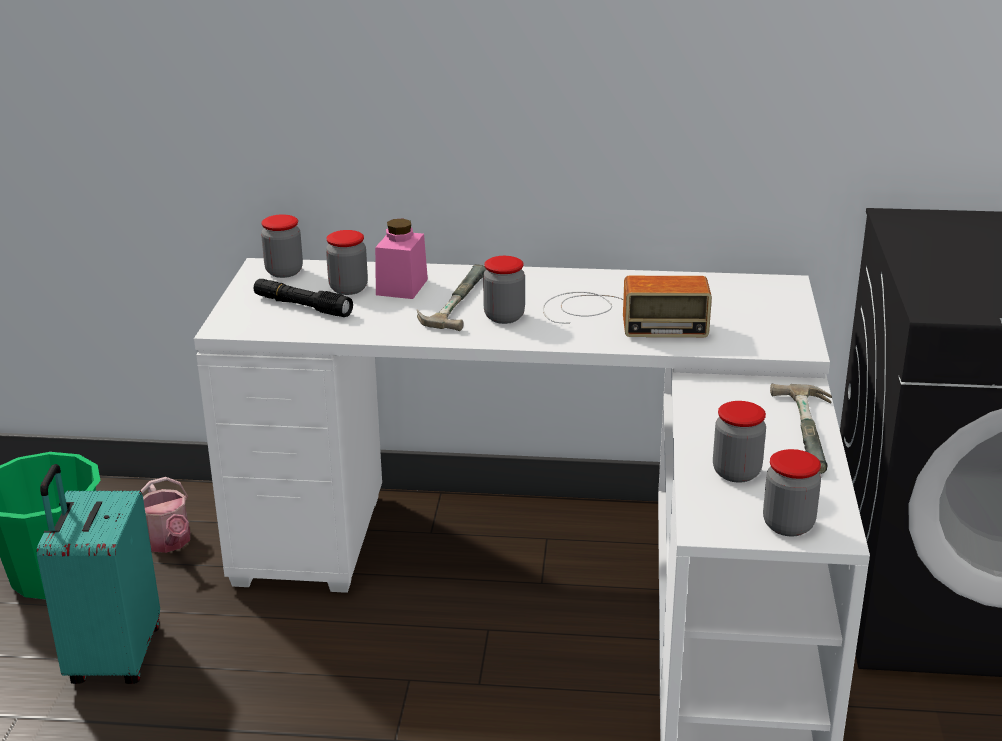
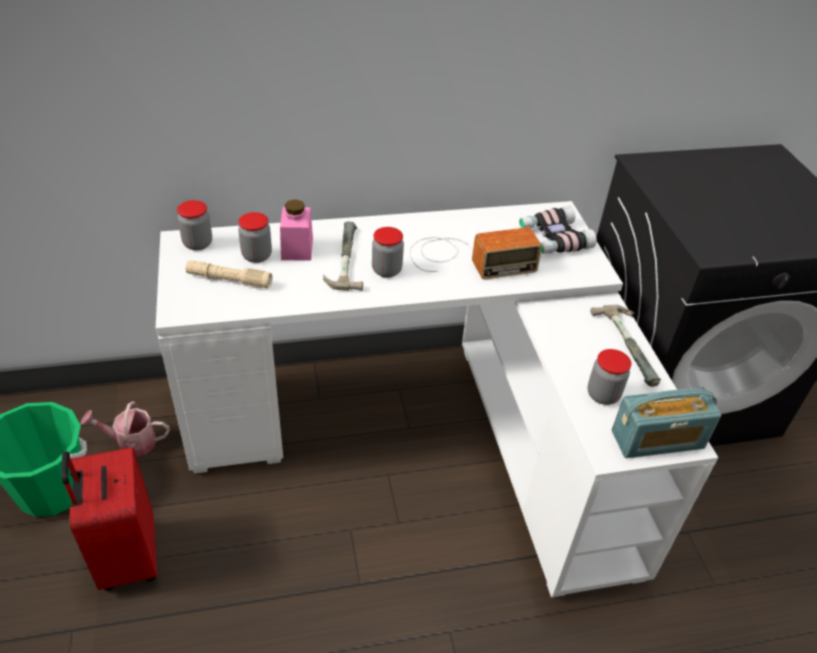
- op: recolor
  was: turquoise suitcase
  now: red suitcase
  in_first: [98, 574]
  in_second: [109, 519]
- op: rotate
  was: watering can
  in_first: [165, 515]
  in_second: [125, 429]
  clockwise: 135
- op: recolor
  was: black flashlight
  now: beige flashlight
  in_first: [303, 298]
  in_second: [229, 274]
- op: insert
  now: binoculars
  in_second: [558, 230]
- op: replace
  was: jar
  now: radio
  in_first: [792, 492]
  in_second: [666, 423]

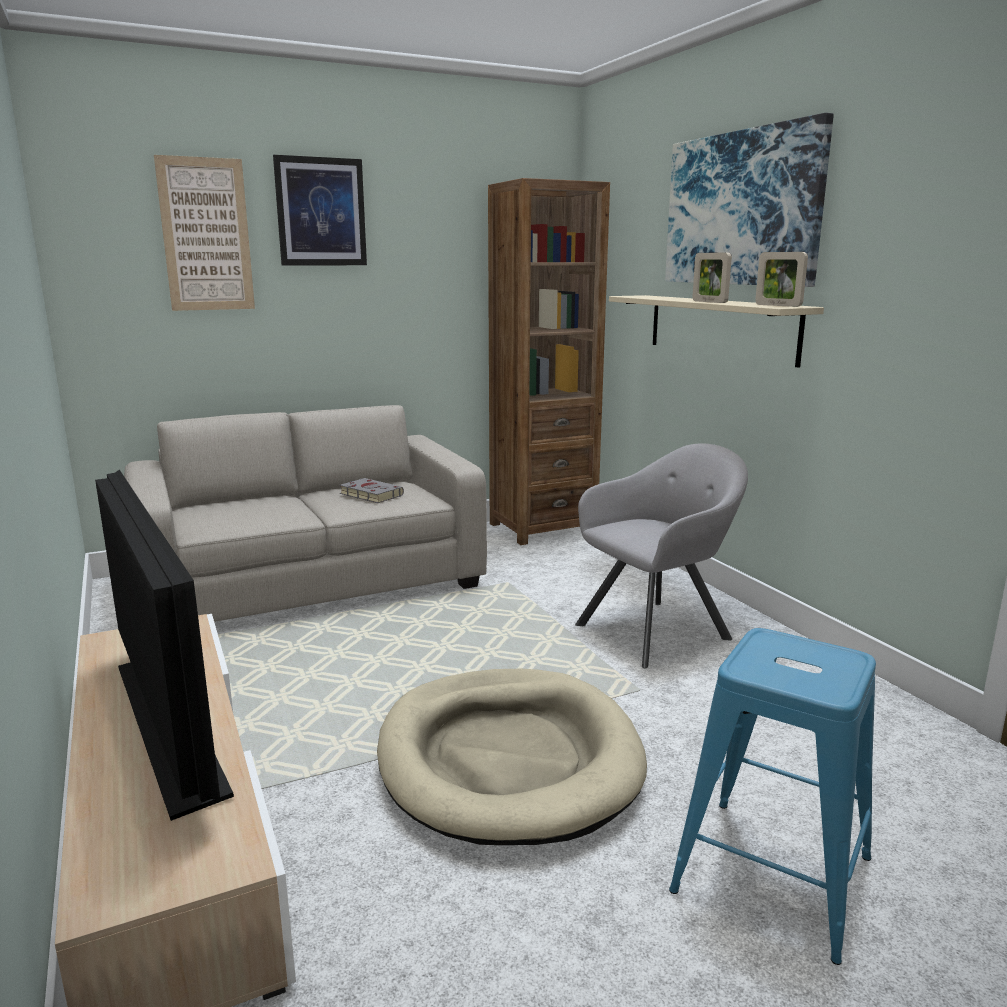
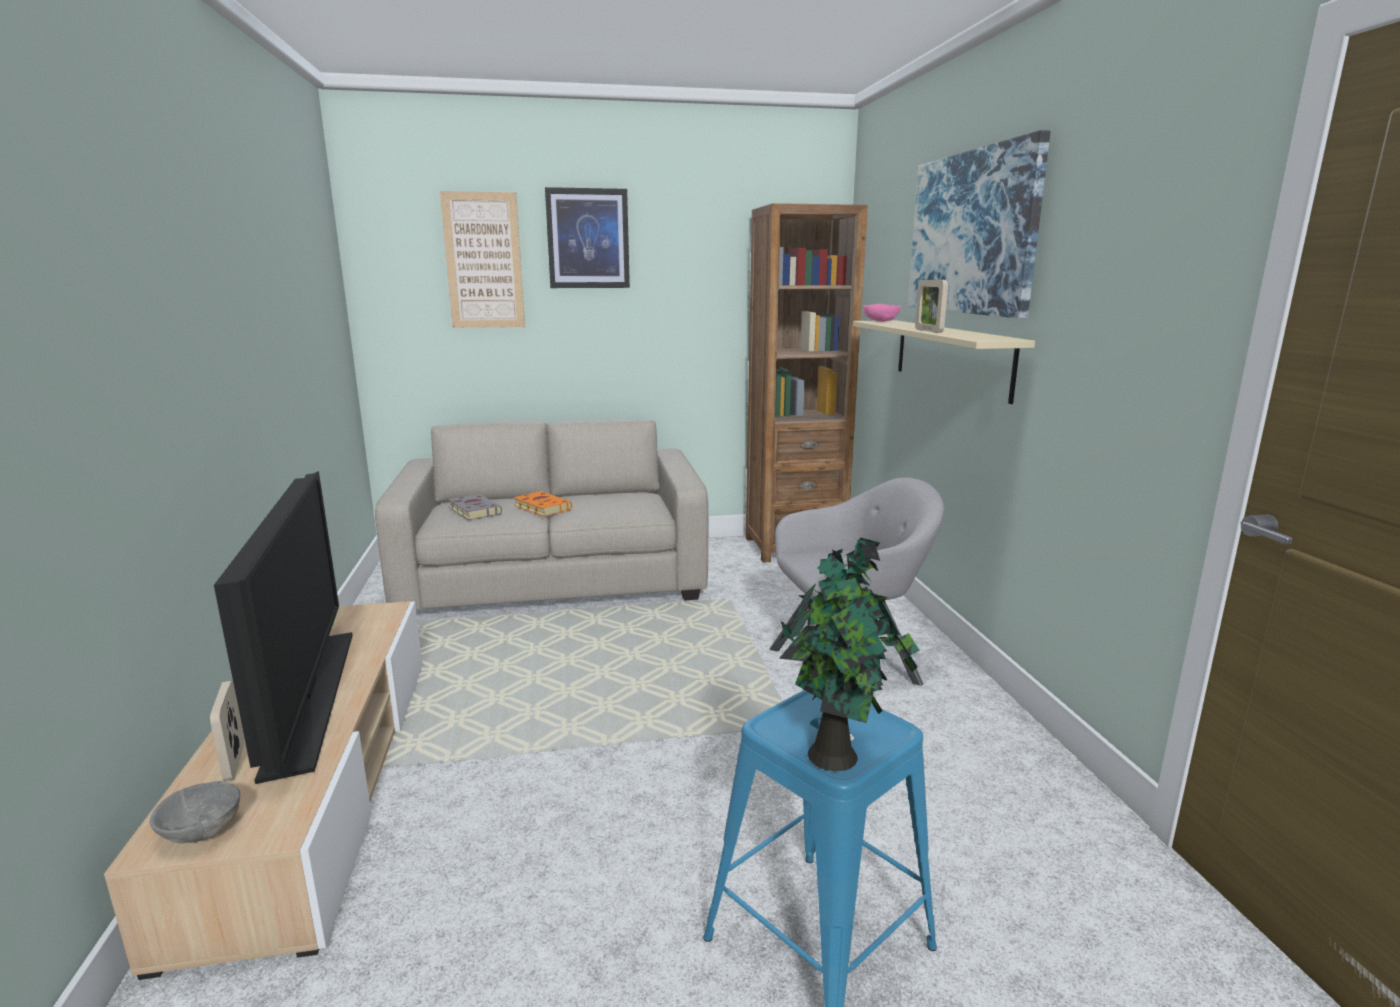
- op: insert
  now: grey bowl
  in_second: [195, 812]
- op: move
  was: picture frame
  in_first: [781, 279]
  in_second: [227, 730]
- op: move
  was: grey book
  in_first: [371, 490]
  in_second: [475, 507]
- op: insert
  now: orange book
  in_second: [543, 504]
- op: insert
  now: potted plant
  in_second: [849, 654]
- op: insert
  now: pink bowl
  in_second: [882, 313]
- op: delete
  was: beige dog bed
  in_first: [512, 757]

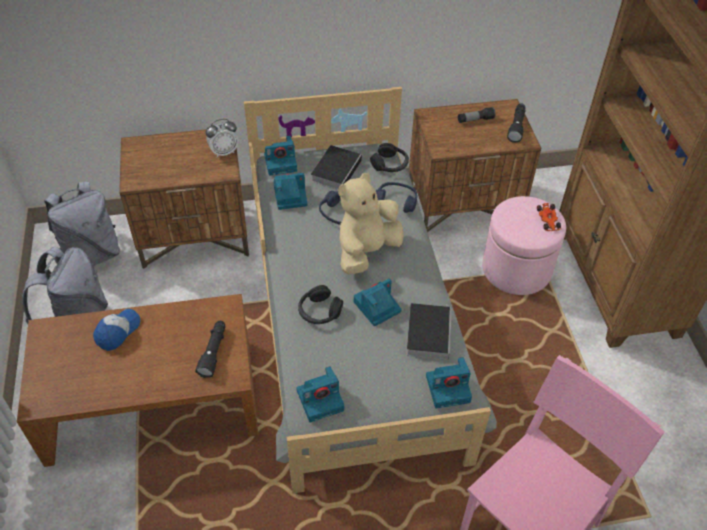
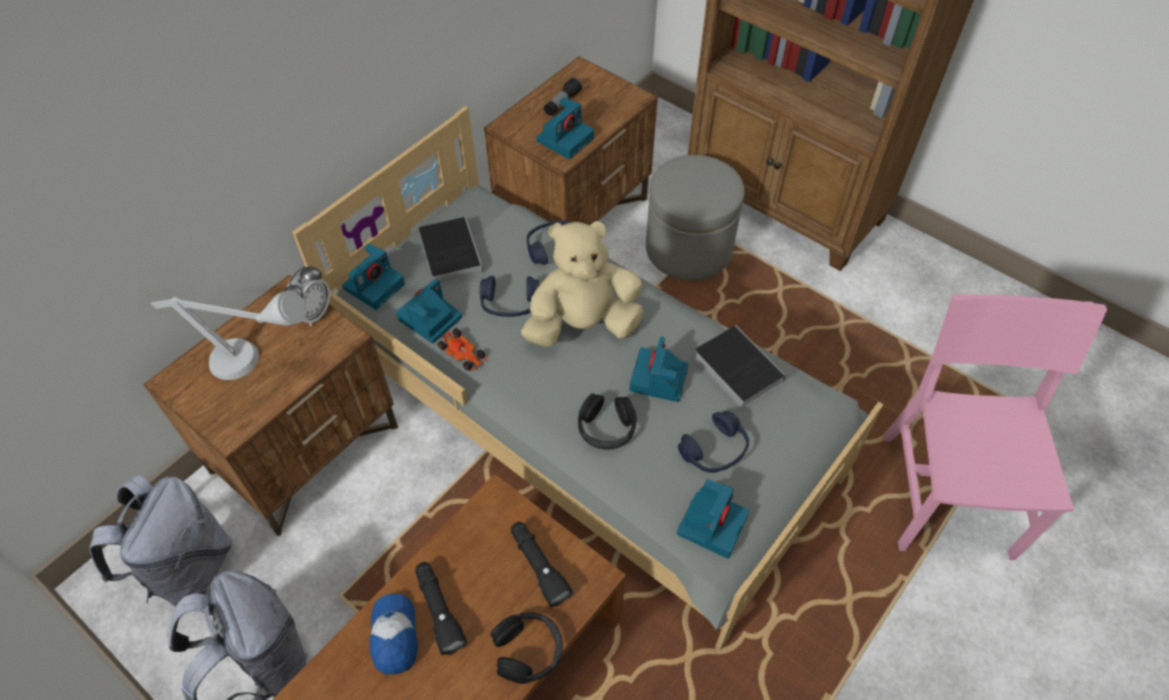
- op: insert
  now: grey table lamp
  in_second: [228, 335]
- op: move
  was: black flashlight
  in_first: [516, 122]
  in_second: [441, 608]
- op: move
  was: toy car
  in_first: [549, 217]
  in_second: [462, 350]
- op: move
  was: black headphones
  in_first: [389, 157]
  in_second: [527, 648]
- op: rotate
  was: beige plush toy
  in_first: [371, 224]
  in_second: [582, 284]
  clockwise: 75
- op: move
  was: photo camera
  in_first: [449, 382]
  in_second: [565, 128]
- op: recolor
  was: pink ottoman
  now: grey ottoman
  in_first: [524, 245]
  in_second: [695, 218]
- op: insert
  now: blue headphones
  in_second: [713, 442]

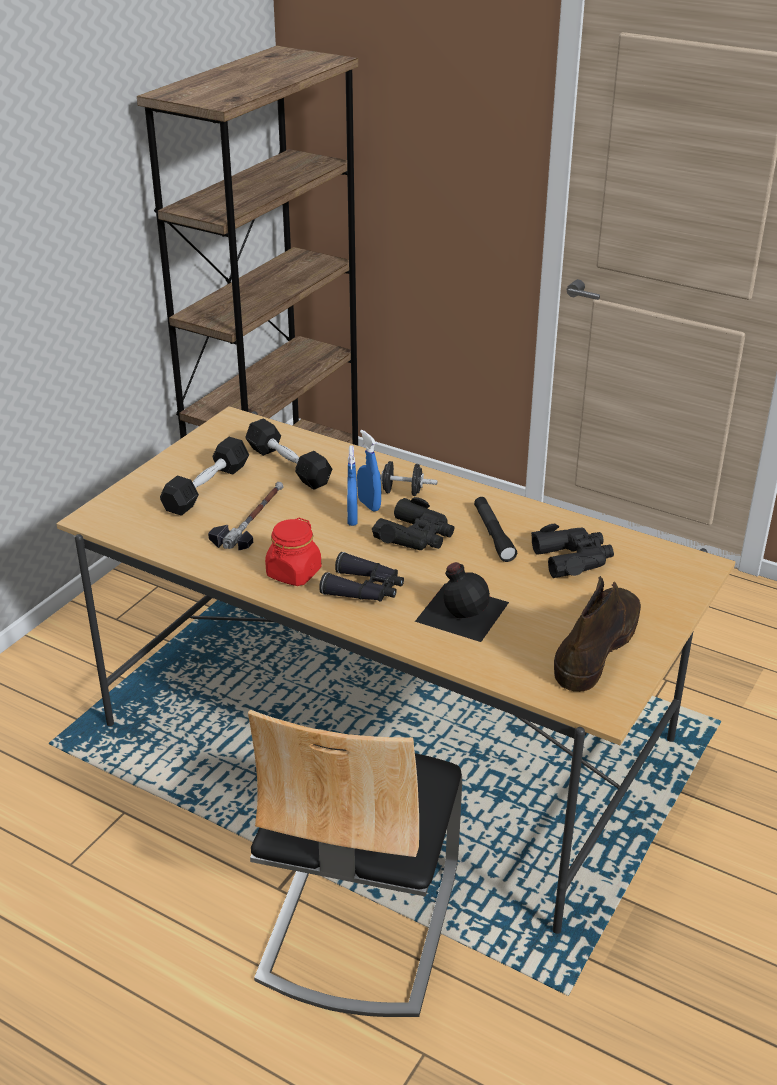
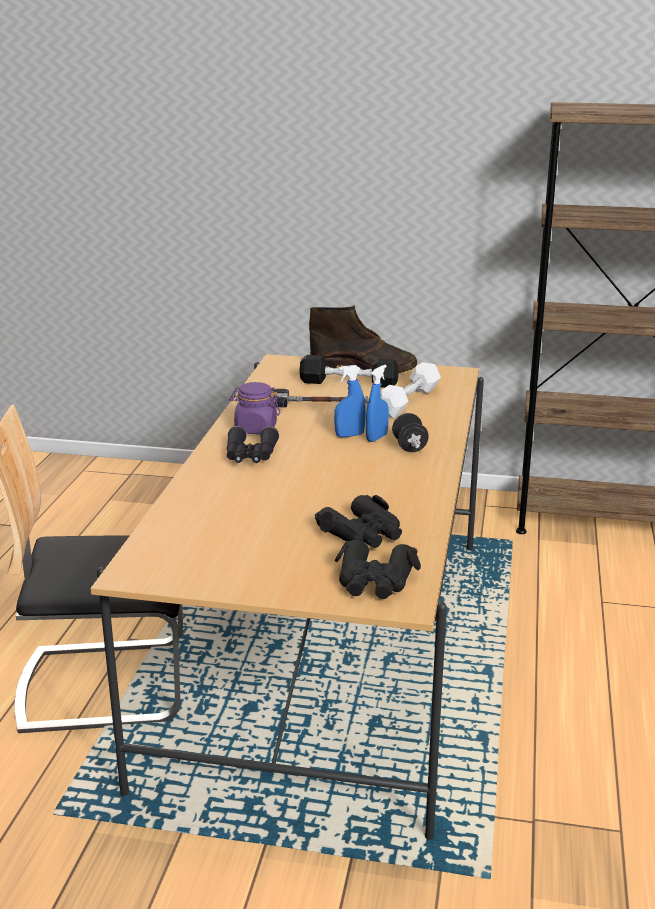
- op: recolor
  was: red jar
  now: purple jar
  in_first: [293, 552]
  in_second: [254, 408]
- op: move
  was: brown boot
  in_first: [597, 634]
  in_second: [363, 339]
- op: move
  was: black binoculars
  in_first: [413, 523]
  in_second: [377, 569]
- op: recolor
  was: black dumbbell
  now: white dumbbell
  in_first: [288, 454]
  in_second: [410, 390]
- op: delete
  was: black bottle
  in_first: [462, 602]
- op: delete
  was: black flashlight
  in_first: [495, 529]

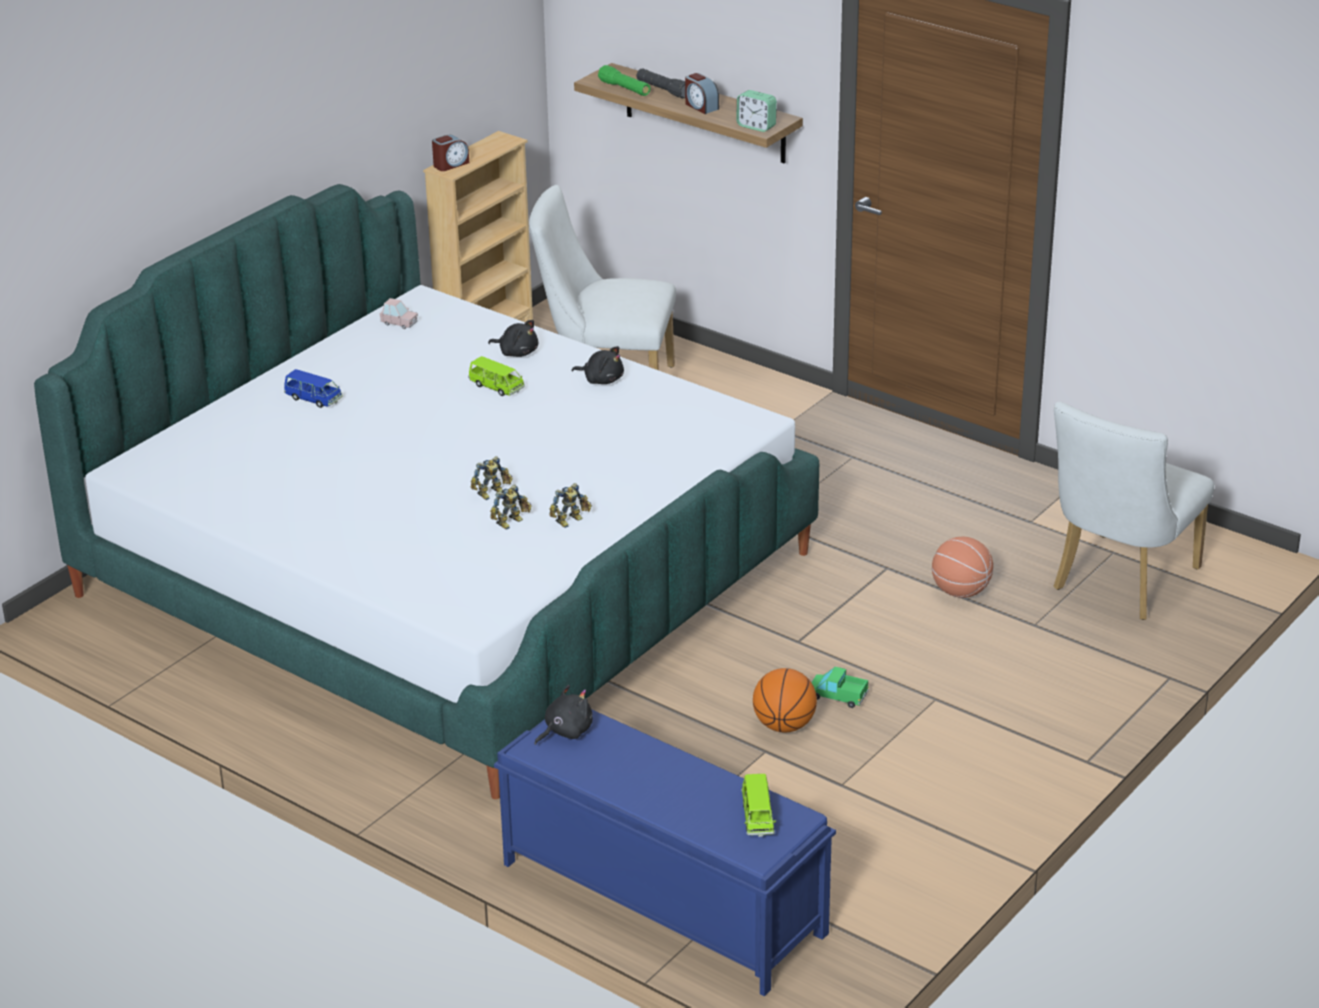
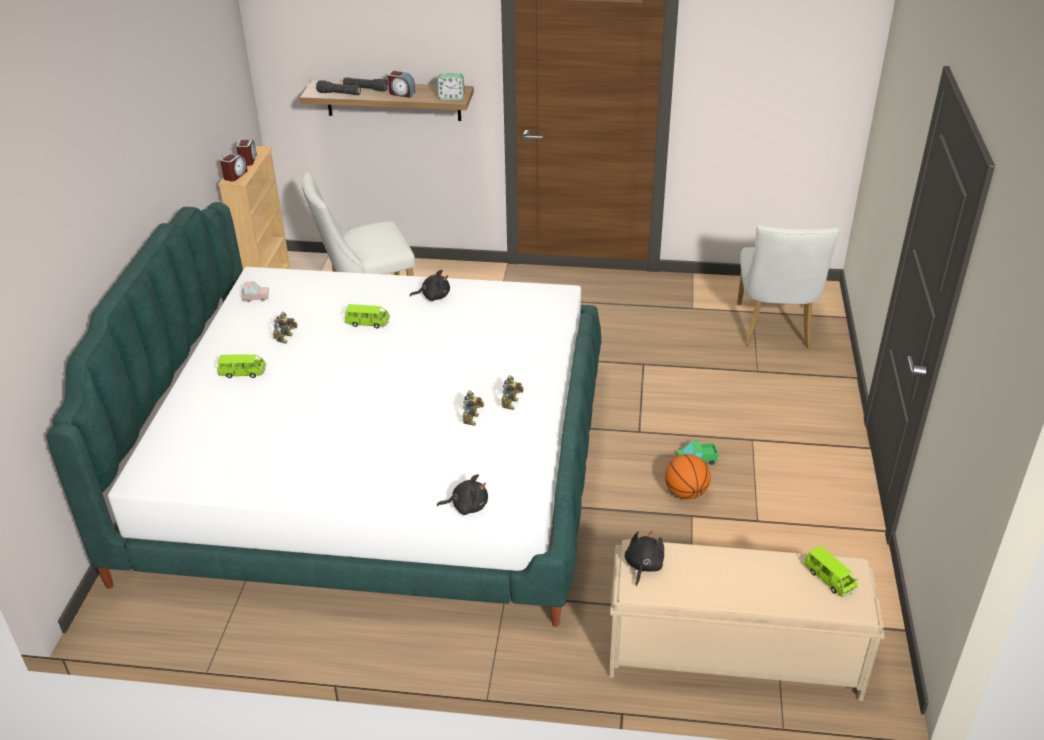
- op: recolor
  was: blue toy car
  now: green toy car
  in_first: [313, 388]
  in_second: [242, 366]
- op: insert
  now: alarm clock
  in_second: [246, 153]
- op: move
  was: toy robot
  in_first: [492, 478]
  in_second: [285, 328]
- op: recolor
  was: green flashlight
  now: black flashlight
  in_first: [624, 80]
  in_second: [338, 87]
- op: move
  was: black plush toy
  in_first: [513, 338]
  in_second: [462, 494]
- op: recolor
  was: blue bench
  now: beige bench
  in_first: [665, 852]
  in_second: [747, 620]
- op: delete
  was: basketball
  in_first: [962, 567]

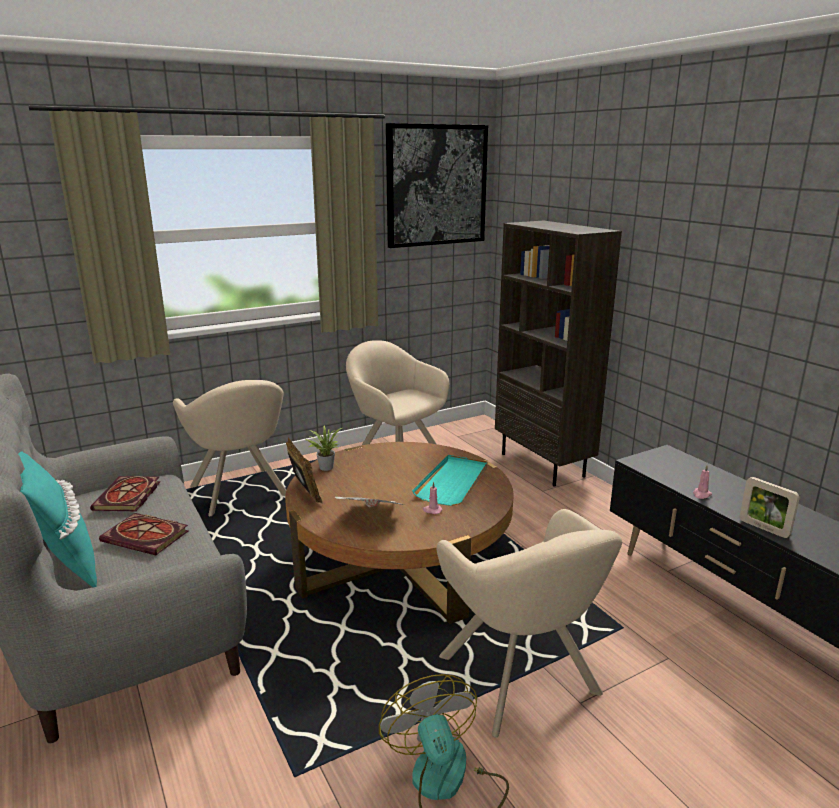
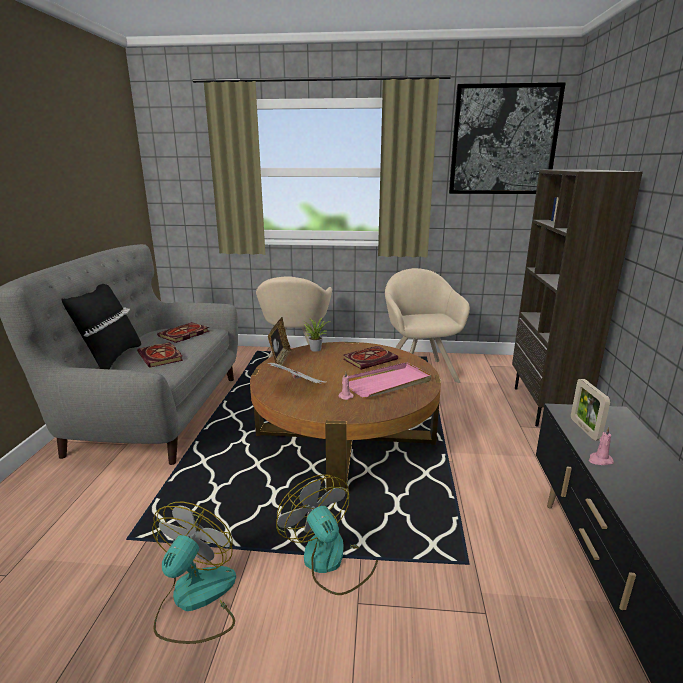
- op: recolor
  was: turquoise pillow
  now: black pillow
  in_first: [57, 519]
  in_second: [101, 326]
- op: replace
  was: beige armchair
  now: fan
  in_first: [529, 623]
  in_second: [327, 534]
- op: insert
  now: book
  in_second: [370, 358]
- op: recolor
  was: turquoise tray
  now: pink tray
  in_first: [449, 480]
  in_second: [389, 380]
- op: move
  was: picture frame
  in_first: [770, 507]
  in_second: [590, 410]

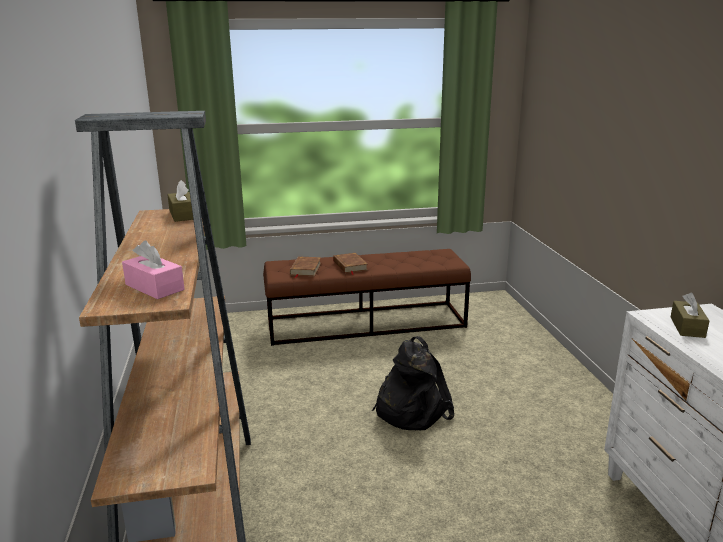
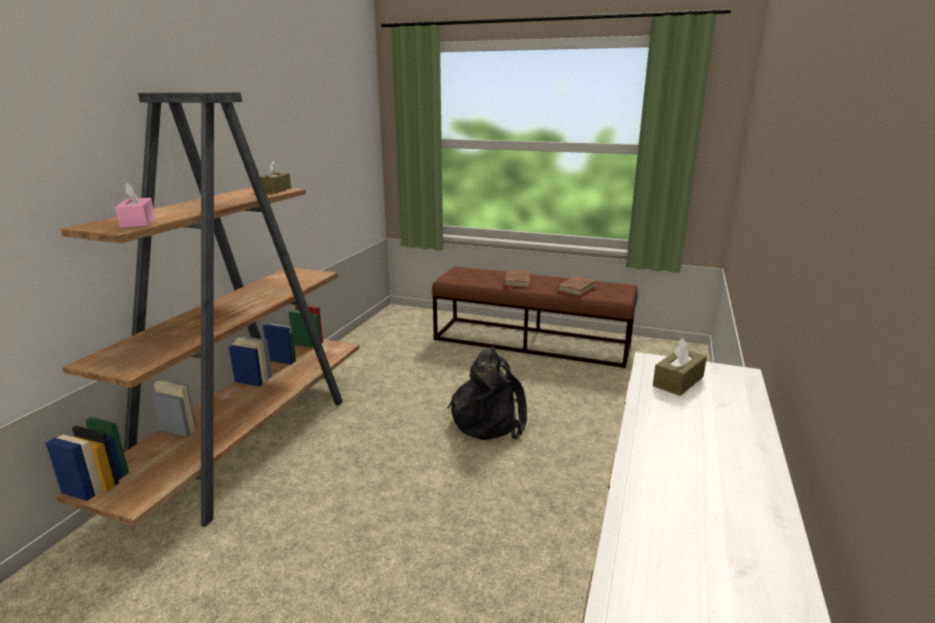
- op: move
  was: brown book
  in_first: [305, 267]
  in_second: [577, 286]

